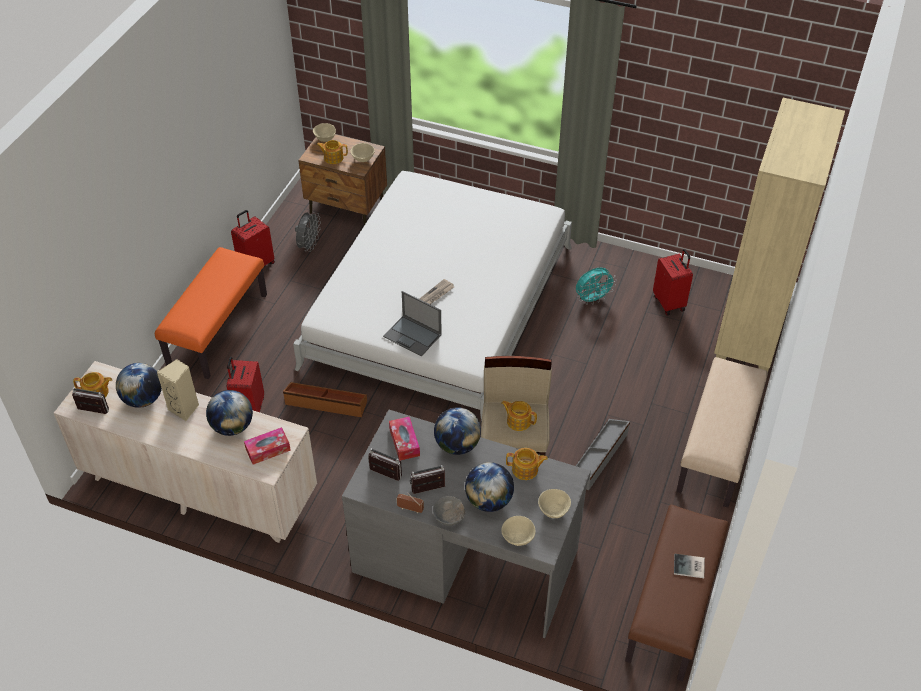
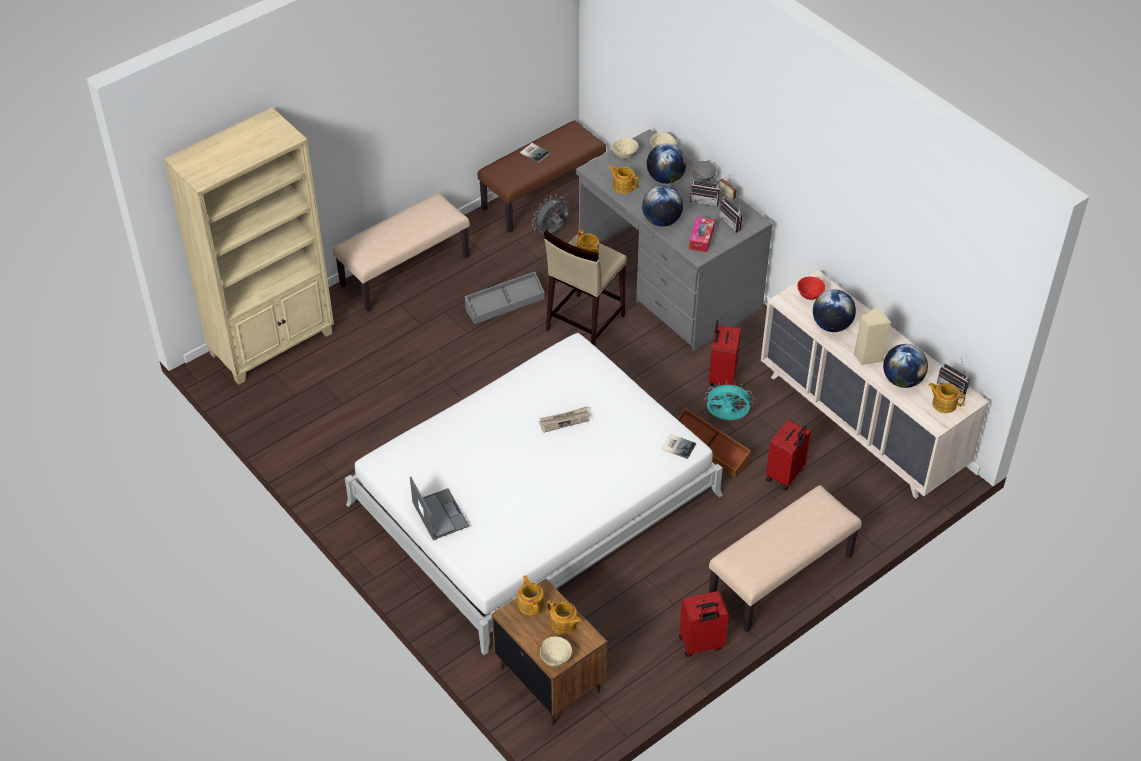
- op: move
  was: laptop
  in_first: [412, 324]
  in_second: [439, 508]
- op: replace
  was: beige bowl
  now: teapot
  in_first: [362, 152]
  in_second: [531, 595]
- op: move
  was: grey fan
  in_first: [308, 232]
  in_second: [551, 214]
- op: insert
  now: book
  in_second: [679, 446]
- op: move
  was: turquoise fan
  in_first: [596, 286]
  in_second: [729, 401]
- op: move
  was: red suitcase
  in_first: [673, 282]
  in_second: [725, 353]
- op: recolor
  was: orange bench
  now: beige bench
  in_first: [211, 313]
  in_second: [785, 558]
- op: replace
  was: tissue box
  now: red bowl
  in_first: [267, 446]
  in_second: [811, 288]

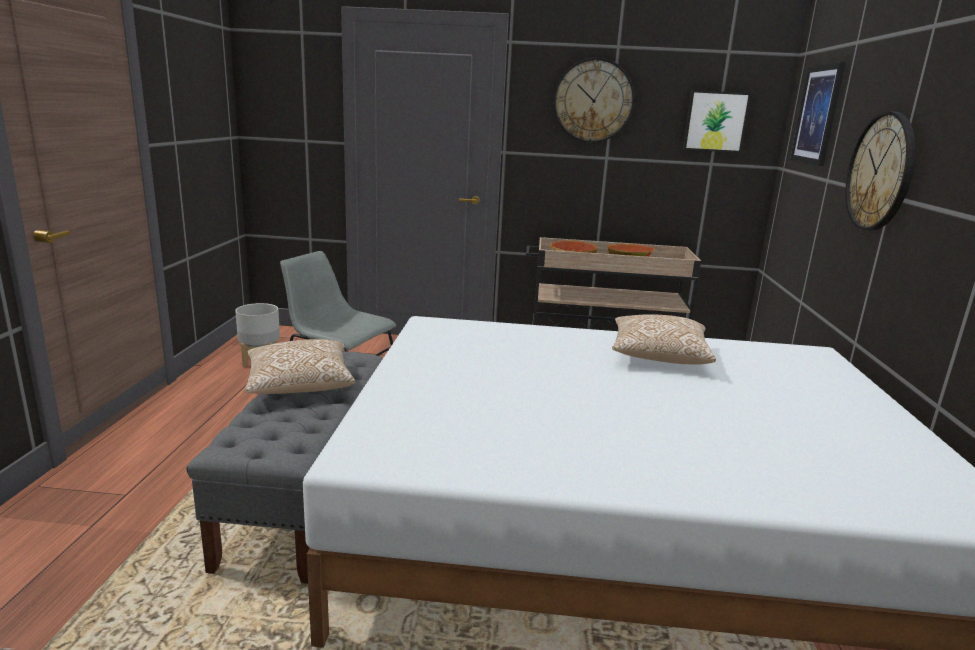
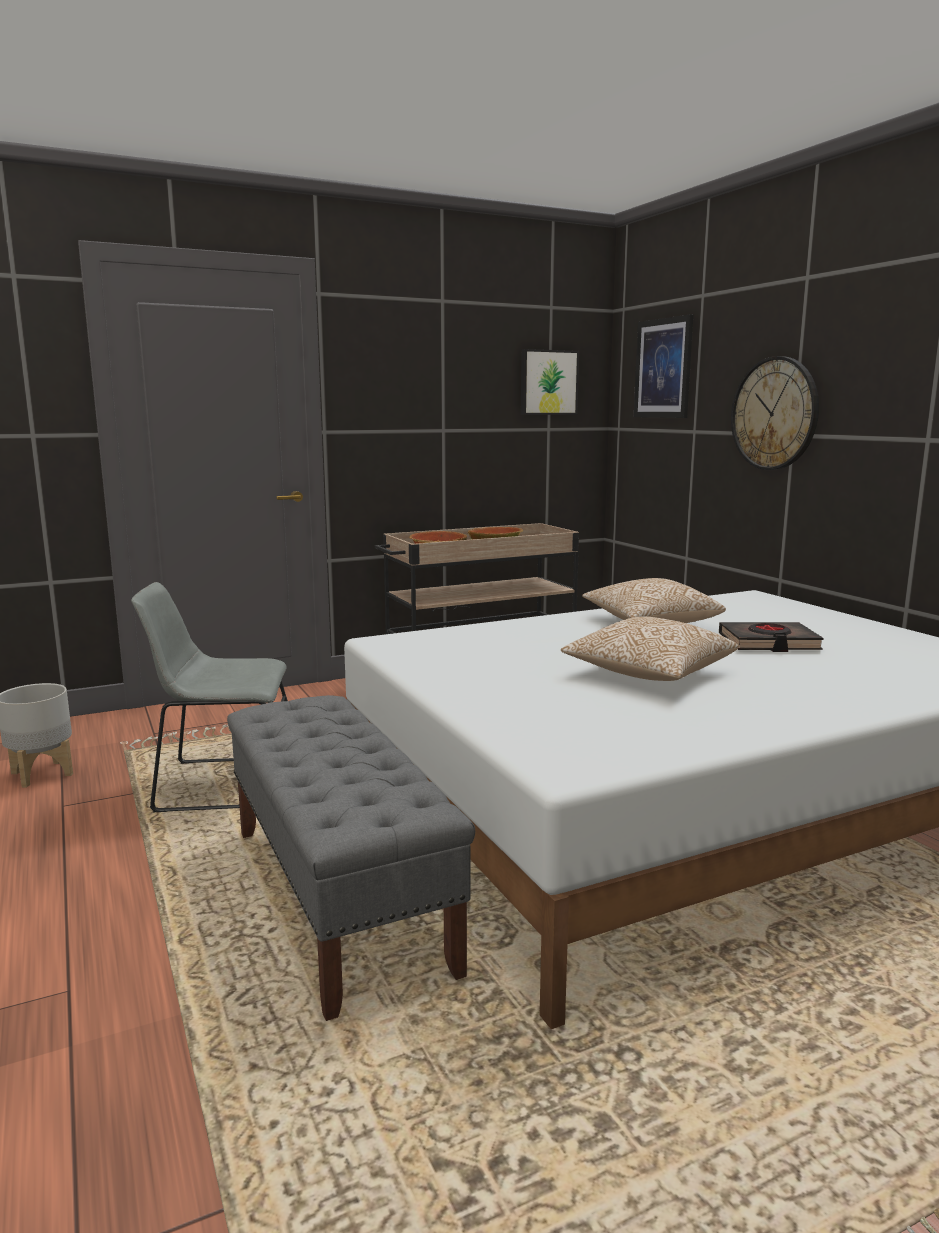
- op: move
  was: pillow
  in_first: [299, 366]
  in_second: [650, 649]
- op: insert
  now: black book
  in_second: [771, 637]
- op: delete
  was: wall clock
  in_first: [594, 100]

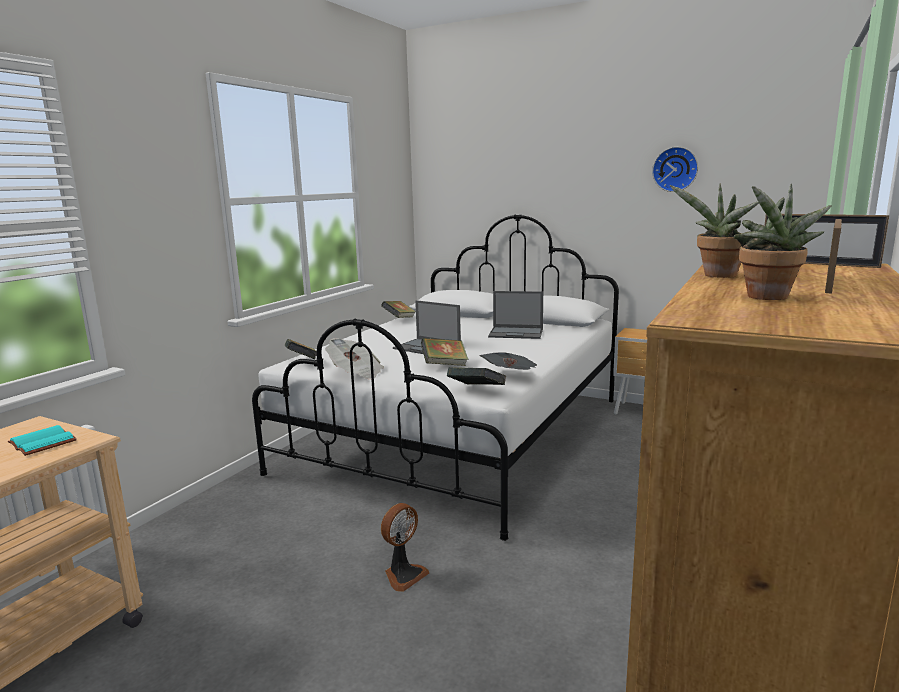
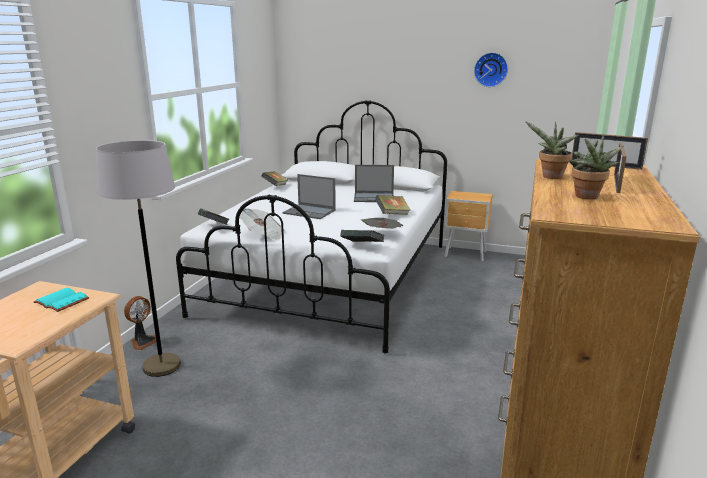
- op: insert
  now: grey floor lamp
  in_second: [138, 258]
- op: move
  was: fan
  in_first: [405, 547]
  in_second: [140, 323]
- op: move
  was: book
  in_first: [445, 352]
  in_second: [393, 205]

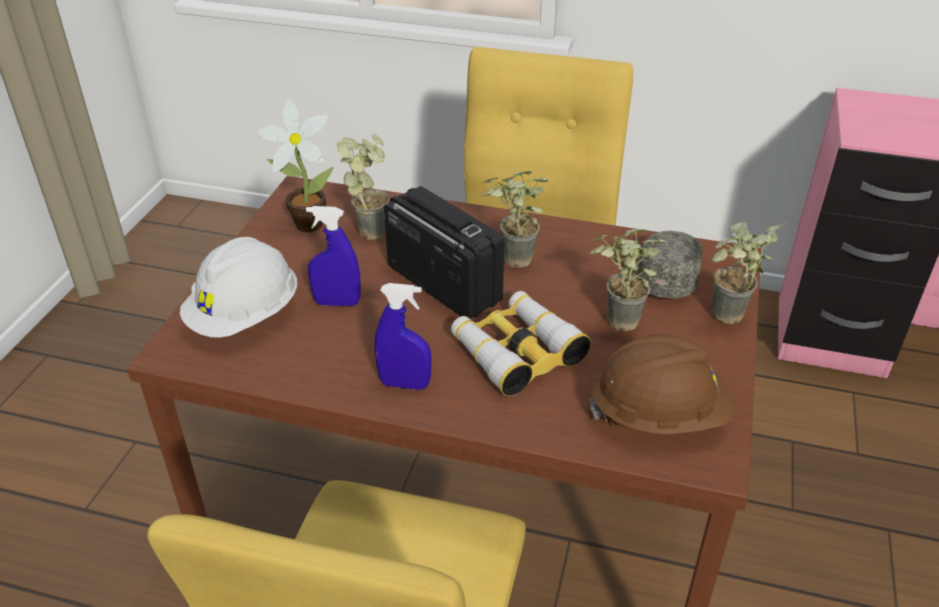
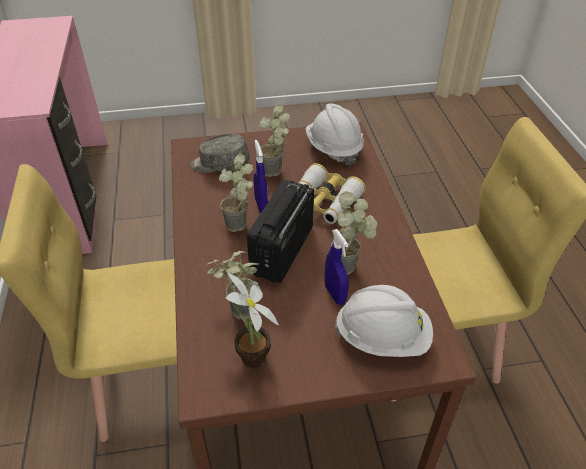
- op: move
  was: blue spray bottle
  in_first: [403, 336]
  in_second: [261, 176]
- op: recolor
  was: brown hard hat
  now: white hard hat
  in_first: [661, 384]
  in_second: [334, 134]
- op: move
  was: potted plant
  in_first: [748, 272]
  in_second: [354, 233]

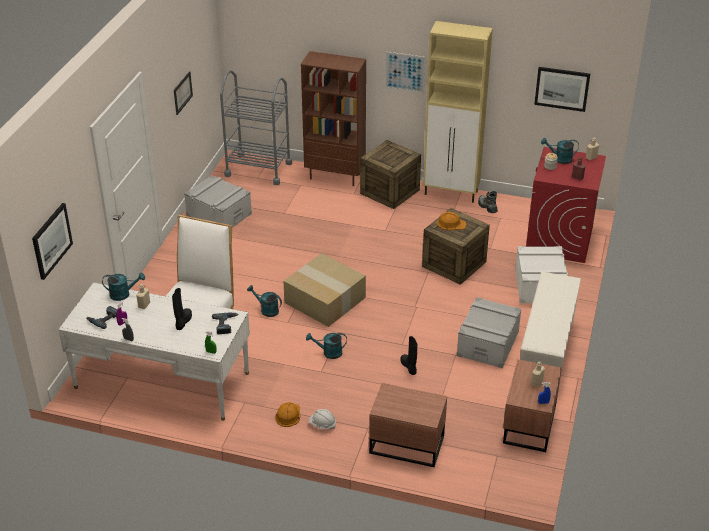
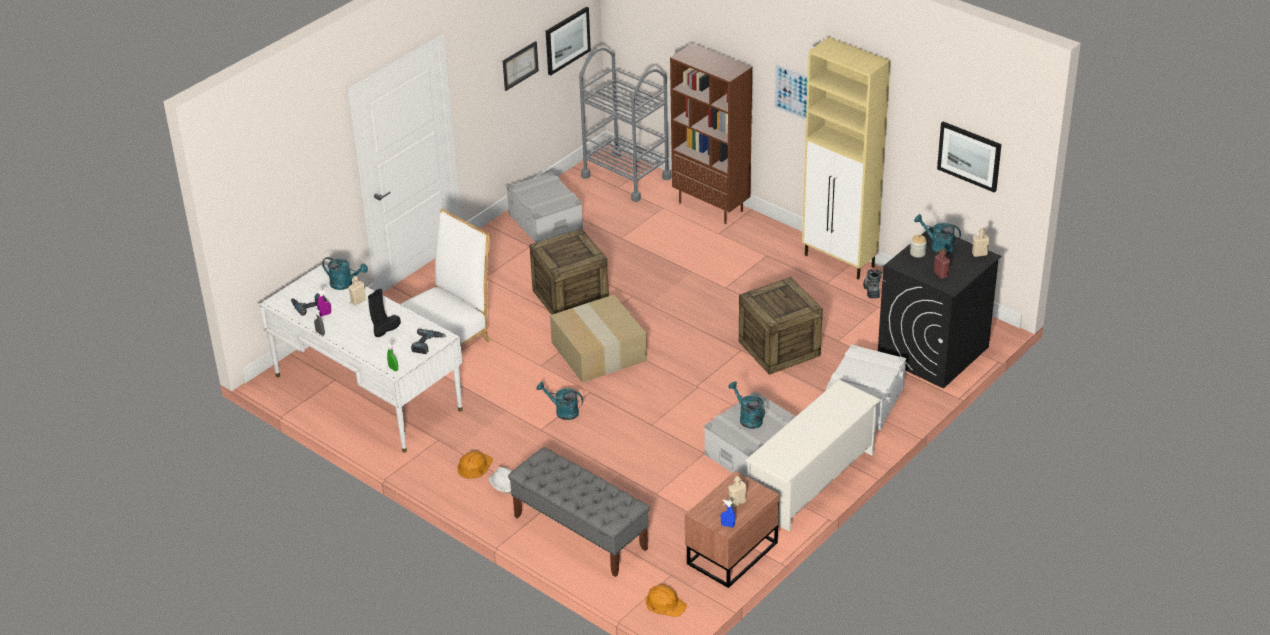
- op: replace
  was: brown nightstand
  now: grey bench
  in_first: [408, 425]
  in_second: [579, 512]
- op: move
  was: crate
  in_first: [390, 174]
  in_second: [569, 271]
- op: move
  was: picture
  in_first: [52, 241]
  in_second: [568, 41]
- op: move
  was: orange hard hat
  in_first: [451, 221]
  in_second: [666, 600]
- op: move
  was: turquoise watering can
  in_first: [264, 301]
  in_second: [746, 405]
- op: recolor
  was: red washing machine
  now: black washing machine
  in_first: [566, 205]
  in_second: [939, 307]
- op: delete
  was: black boot
  in_first: [409, 355]

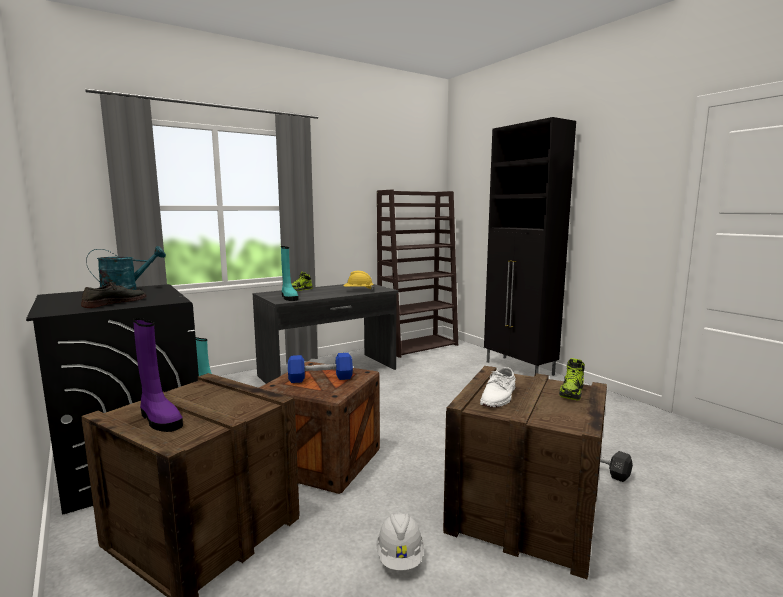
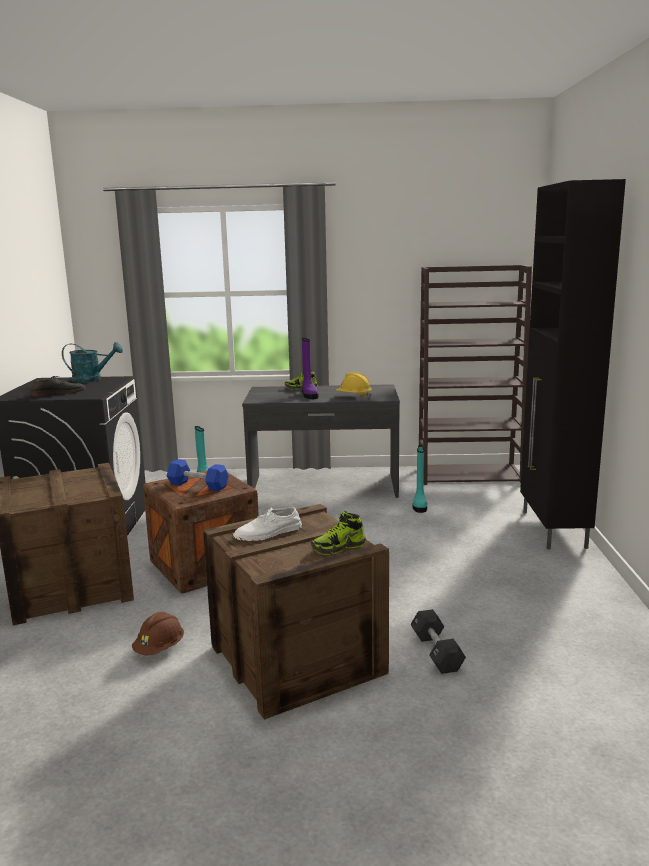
- op: recolor
  was: white hard hat
  now: brown hard hat
  in_first: [400, 542]
  in_second: [158, 633]
- op: move
  was: purple boot
  in_first: [158, 375]
  in_second: [310, 368]
- op: move
  was: turquoise boot
  in_first: [290, 273]
  in_second: [420, 479]

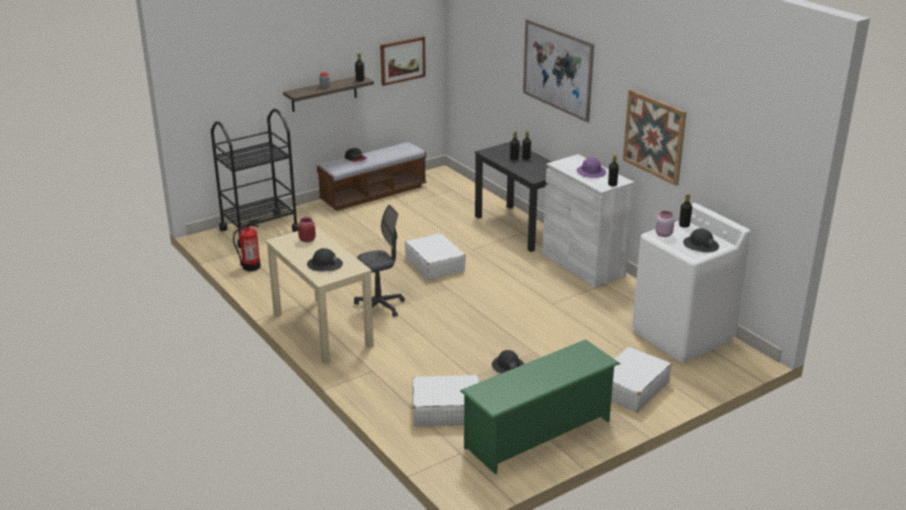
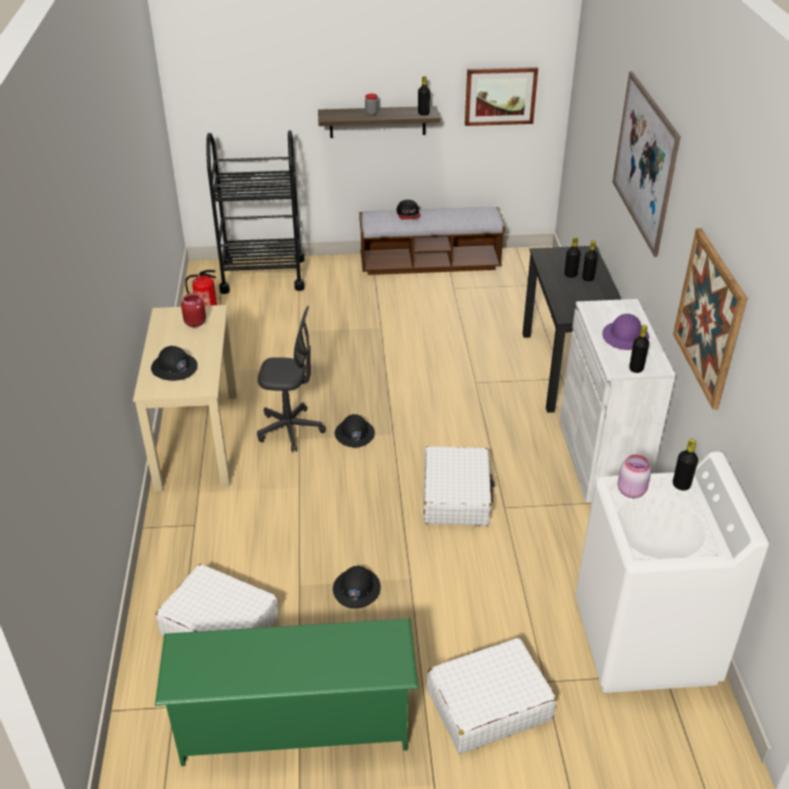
- op: move
  was: black hard hat
  in_first: [701, 240]
  in_second: [355, 430]
- op: move
  was: white suitcase
  in_first: [435, 256]
  in_second: [459, 486]

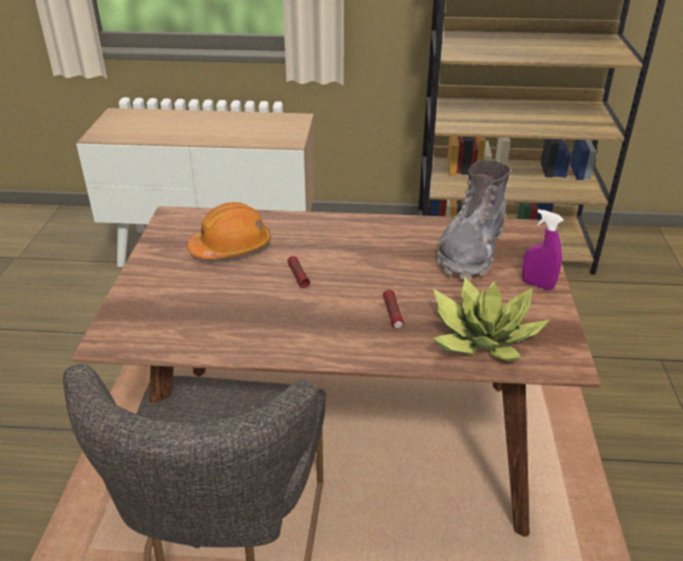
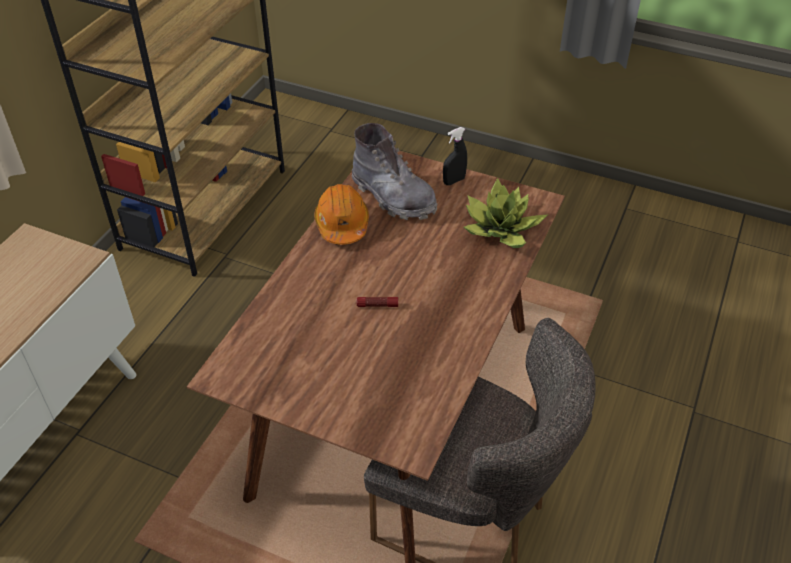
- op: move
  was: orange hard hat
  in_first: [229, 230]
  in_second: [341, 214]
- op: recolor
  was: purple spray bottle
  now: black spray bottle
  in_first: [543, 249]
  in_second: [455, 156]
- op: delete
  was: flashlight
  in_first: [393, 309]

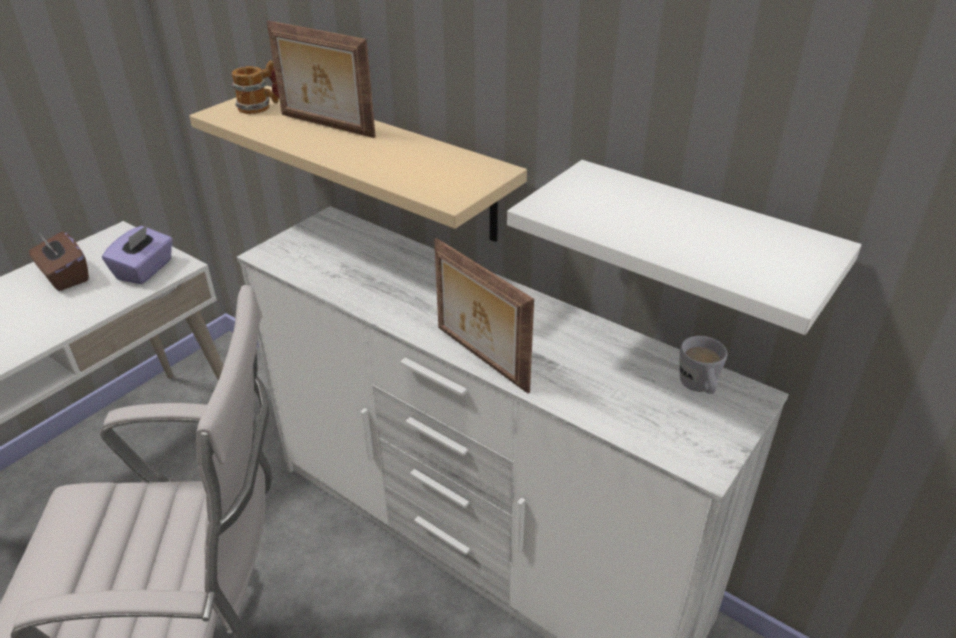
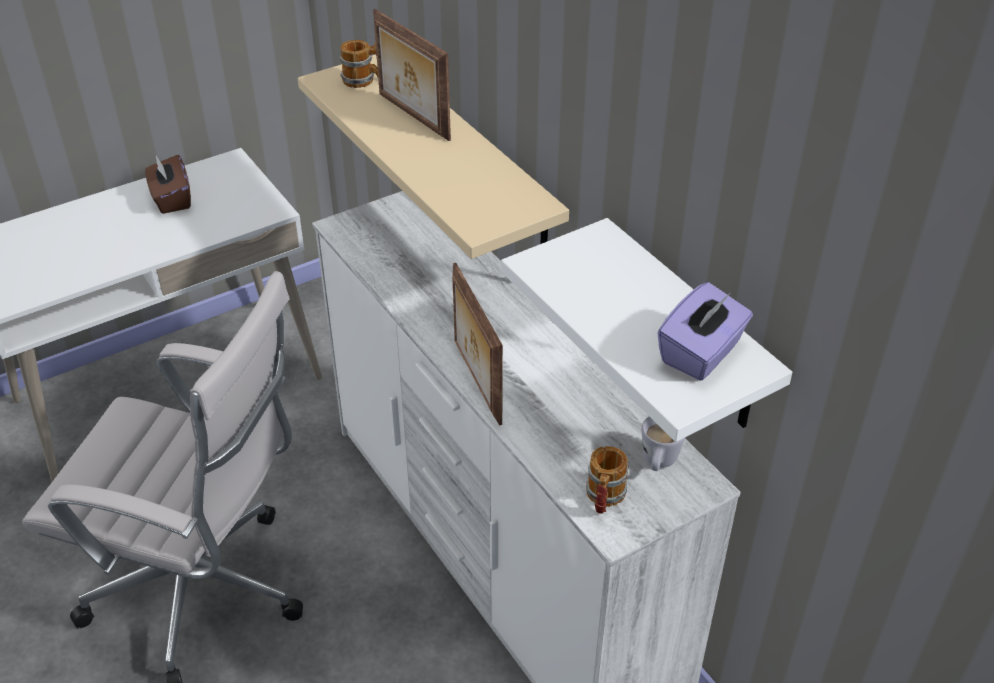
- op: insert
  now: mug
  in_second: [607, 480]
- op: move
  was: purple tissue box
  in_first: [137, 254]
  in_second: [705, 331]

